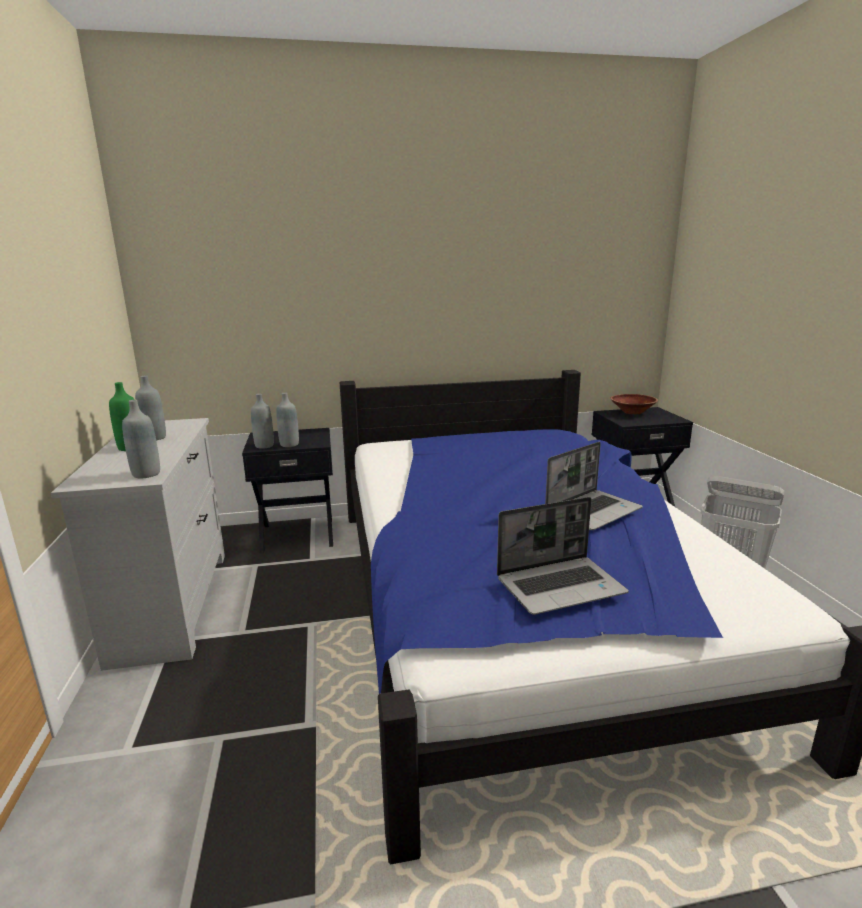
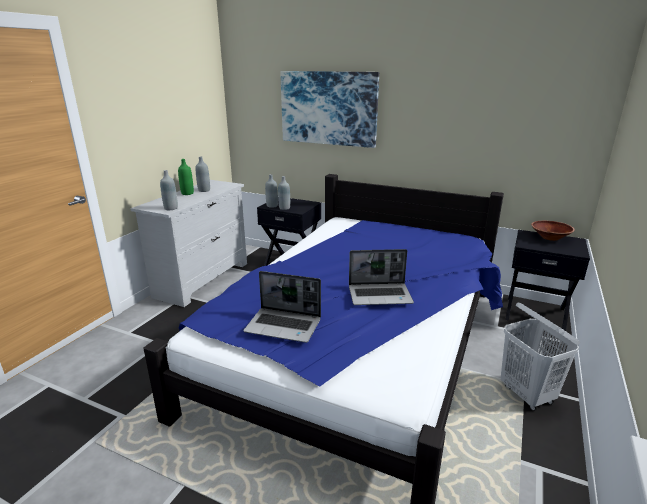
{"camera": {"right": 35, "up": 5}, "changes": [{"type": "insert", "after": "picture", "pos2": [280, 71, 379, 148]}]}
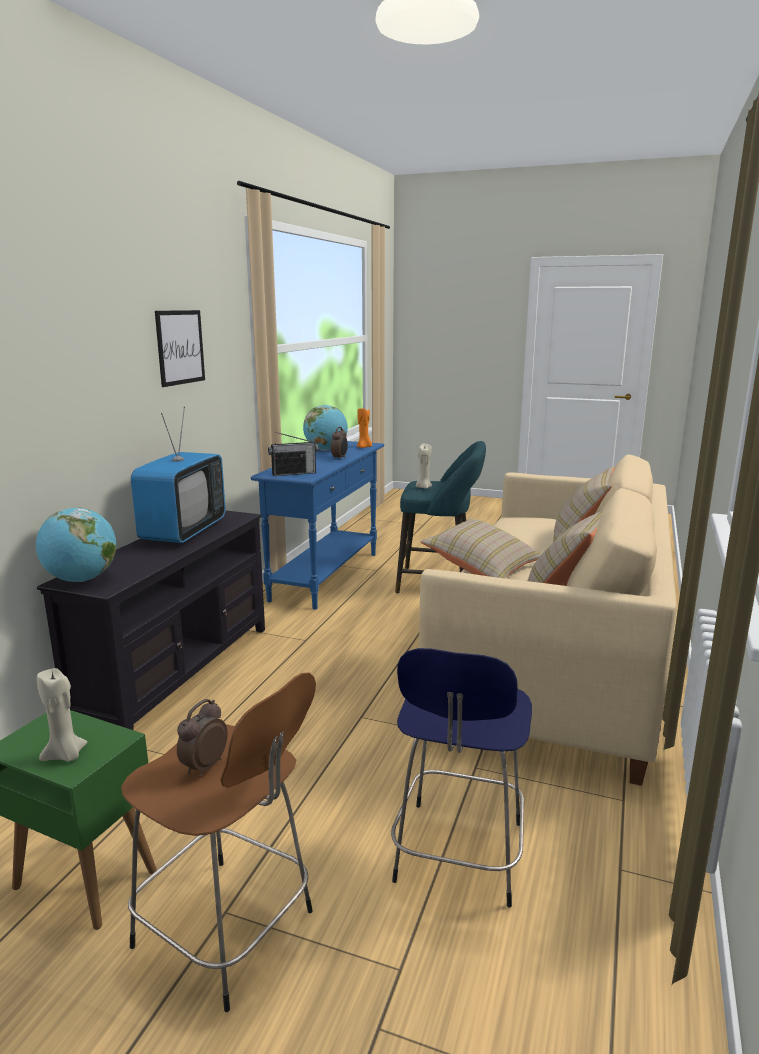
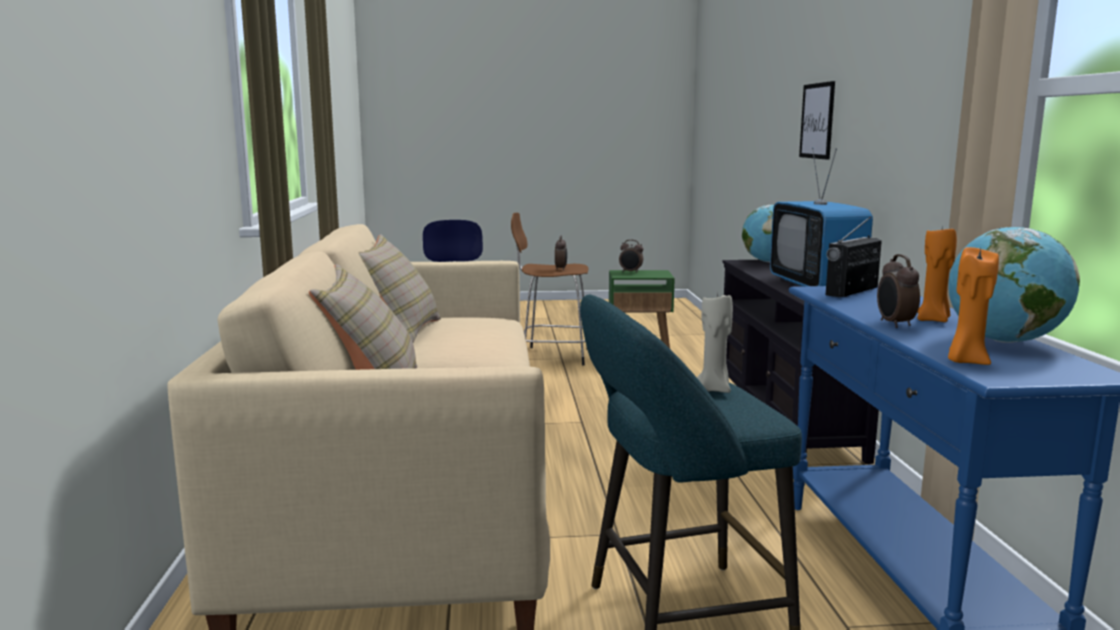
{"camera": {"right": 155, "up": -5}, "changes": [{"type": "replace", "before": "beige_candle", "after": "alarm_clock", "pos1": [37, 668, 87, 761], "pos2": [619, 240, 643, 273]}, {"type": "move", "before": "picture", "pos1": [155, 310, 205, 387], "pos2": [799, 81, 835, 160]}, {"type": "delete", "before": "beige_pillow", "pos1": [420, 518, 542, 579]}, {"type": "insert", "after": "orange_candle", "pos2": [917, 229, 957, 322]}]}
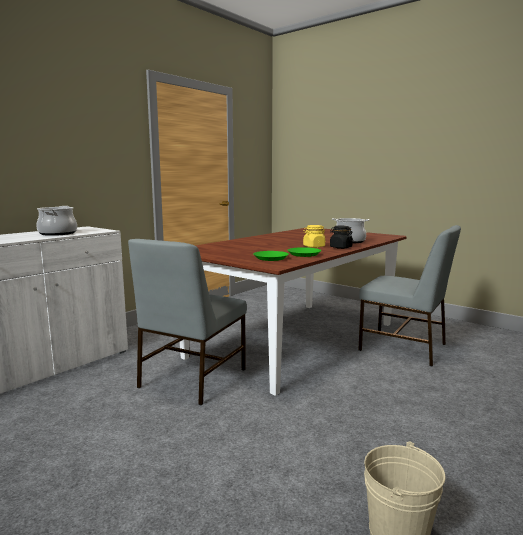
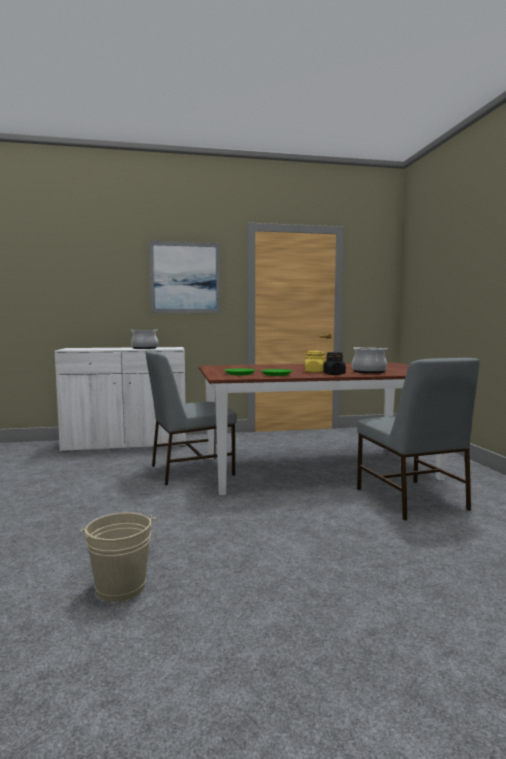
{"camera": {"right": 40, "up": -5}, "changes": [{"type": "insert", "after": "picture", "pos2": [149, 241, 221, 313]}]}
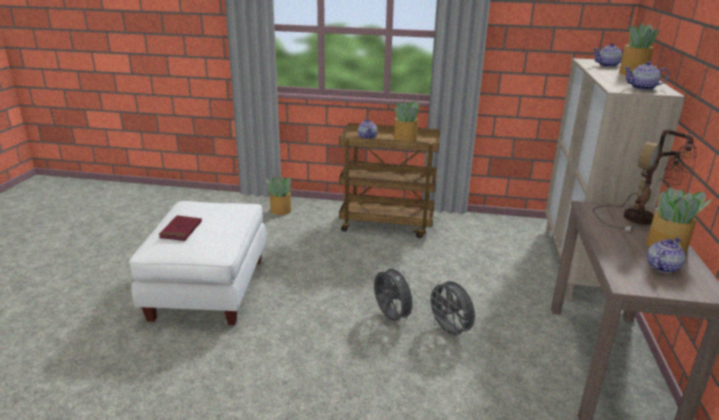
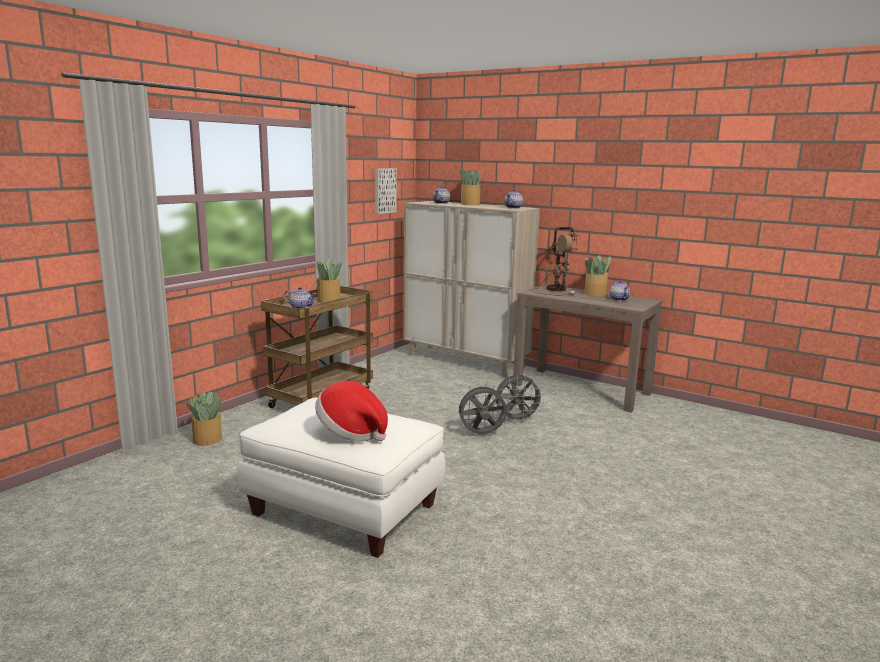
{"camera": {"right": -65, "up": -10}, "changes": [{"type": "replace", "before": "red_book", "after": "hat", "pos1": [159, 215, 202, 241], "pos2": [315, 381, 388, 441]}, {"type": "insert", "after": "picture", "pos2": [375, 168, 397, 214]}]}
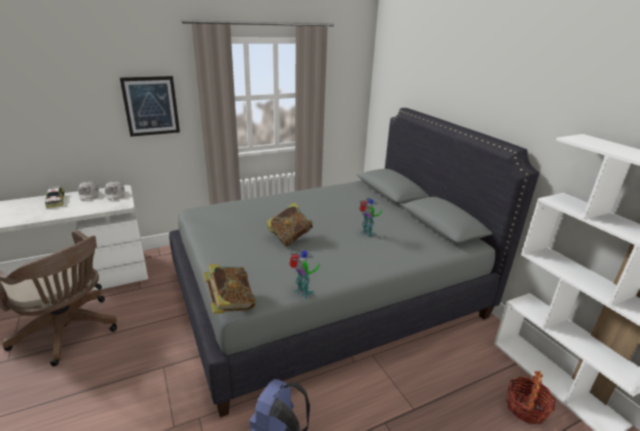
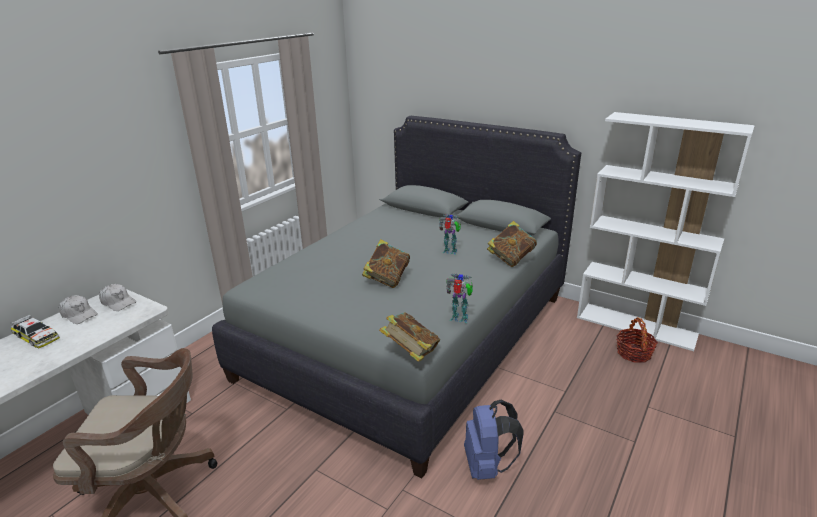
{"camera": {"right": -30, "up": 0}, "changes": [{"type": "delete", "before": "picture", "pos1": [120, 76, 180, 137]}, {"type": "insert", "after": "book", "pos2": [487, 221, 537, 267]}]}
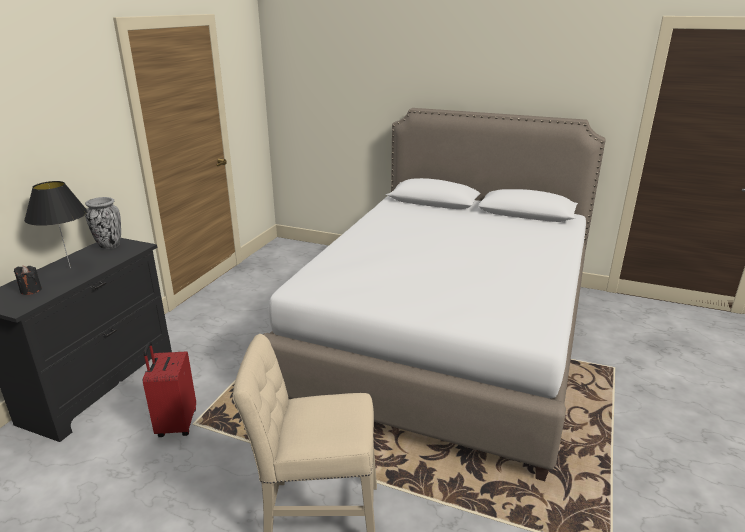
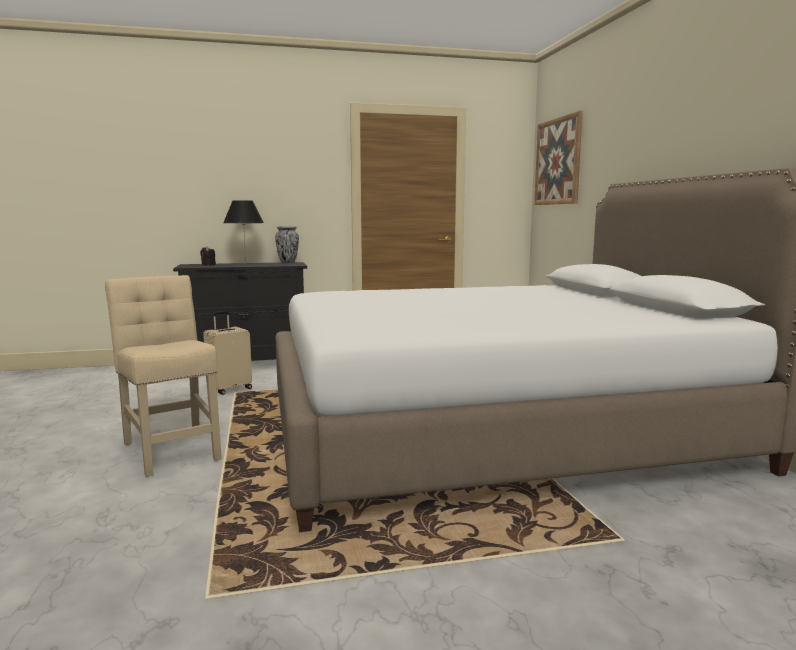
{"camera": {"right": 55, "up": -15}, "changes": [{"type": "recolor", "before": "red_suitcase", "after": "beige_suitcase", "pos1": [143, 342, 196, 437], "pos2": [203, 311, 252, 395]}, {"type": "insert", "after": "picture", "pos2": [534, 111, 583, 205]}]}
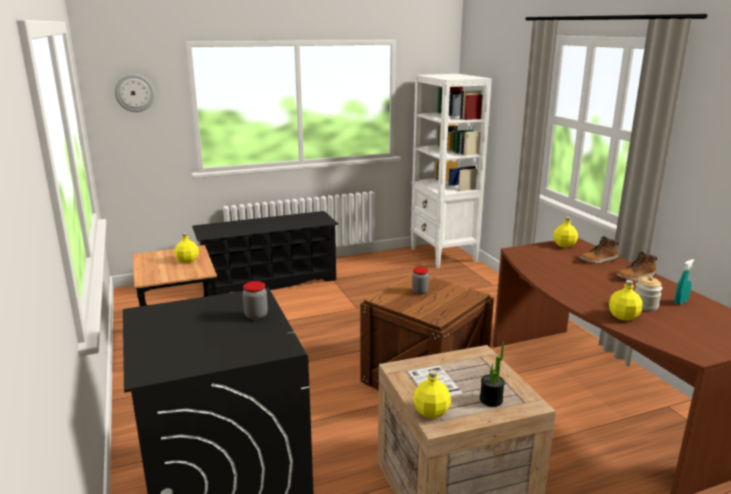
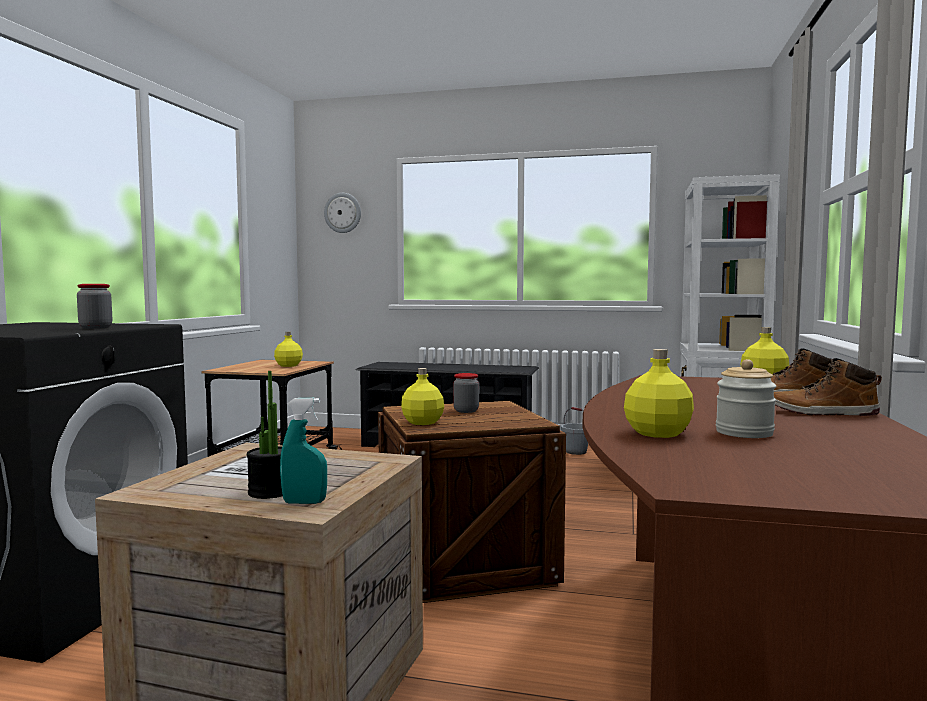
{"camera": {"right": 35, "up": -15}, "changes": [{"type": "move", "before": "yellow_bottle", "pos1": [413, 370, 451, 418], "pos2": [401, 368, 444, 425]}, {"type": "move", "before": "turquoise_spray_bottle", "pos1": [675, 259, 695, 304], "pos2": [280, 398, 327, 504]}, {"type": "insert", "after": "grey_bucket", "pos2": [561, 407, 588, 455]}]}
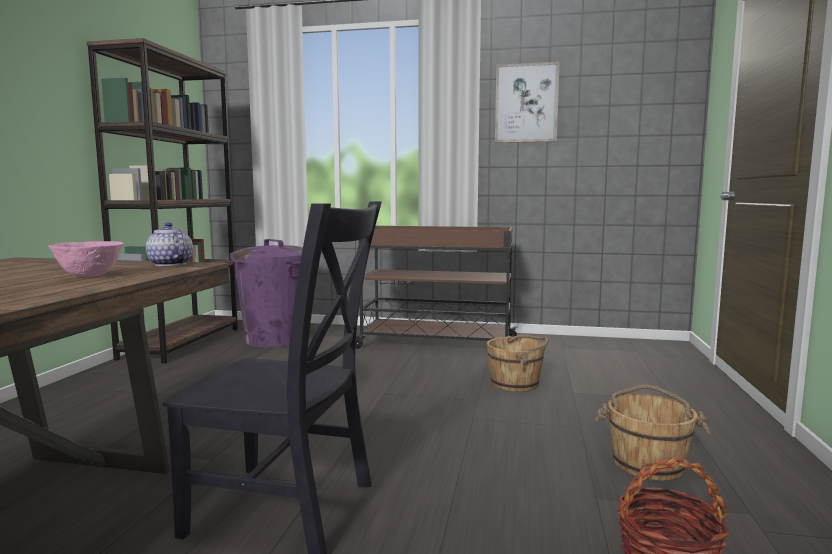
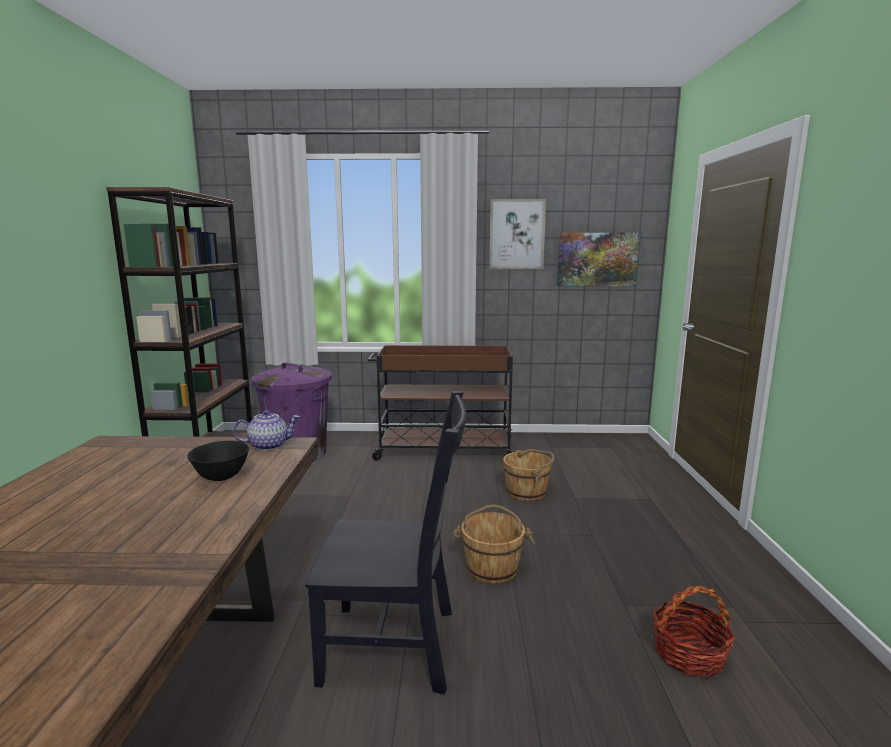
{"camera": {"right": -10, "up": 5}, "changes": [{"type": "recolor", "before": "pink_bowl", "after": "black_bowl", "pos1": [49, 241, 124, 277], "pos2": [187, 441, 249, 481]}, {"type": "rotate", "before": "teapot", "pos1": [146, 222, 193, 266], "pos2": [233, 410, 300, 451], "turn": 120}, {"type": "move", "before": "brown_bucket", "pos1": [595, 385, 711, 481], "pos2": [452, 505, 535, 584]}, {"type": "insert", "after": "picture", "pos2": [557, 233, 640, 286]}]}
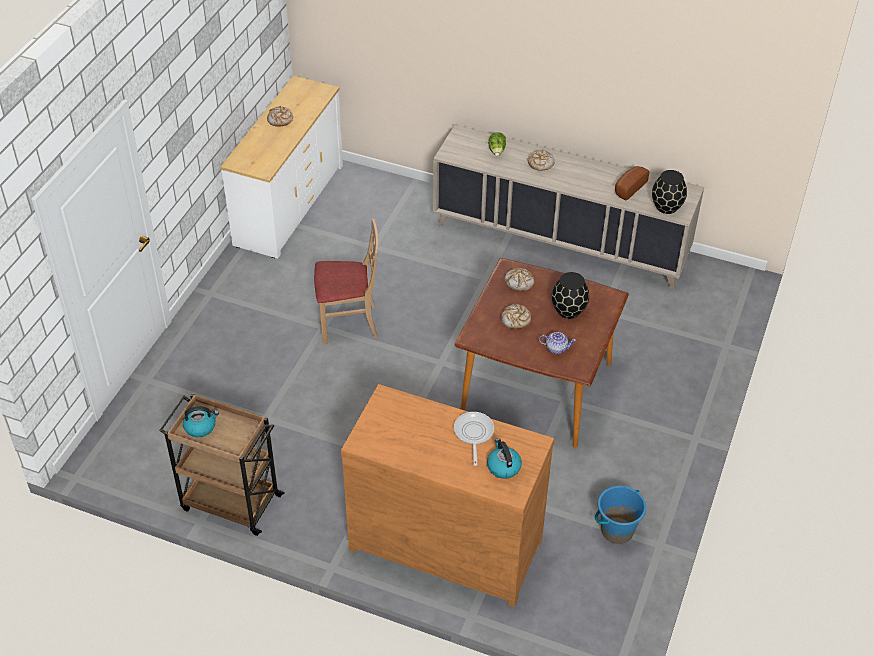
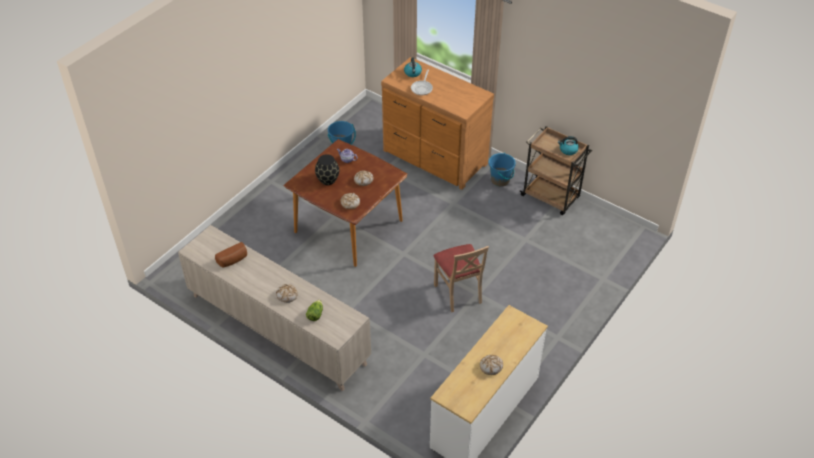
{"camera": {"right": -165, "up": 0}, "changes": [{"type": "rotate", "before": "beige_chair", "pos1": [314, 219, 378, 344], "pos2": [434, 244, 489, 312], "turn": -120}, {"type": "delete", "before": "black_vase", "pos1": [652, 170, 687, 214]}, {"type": "insert", "after": "blue_bucket", "pos2": [488, 153, 516, 186]}]}
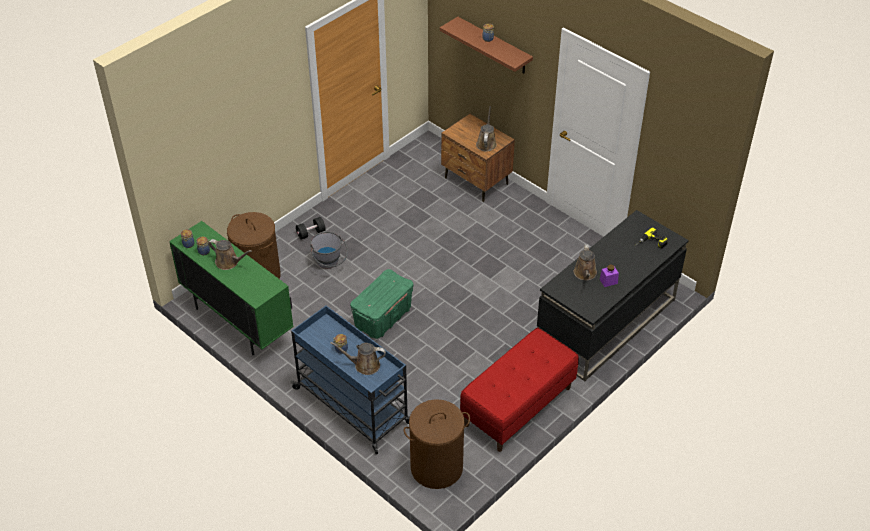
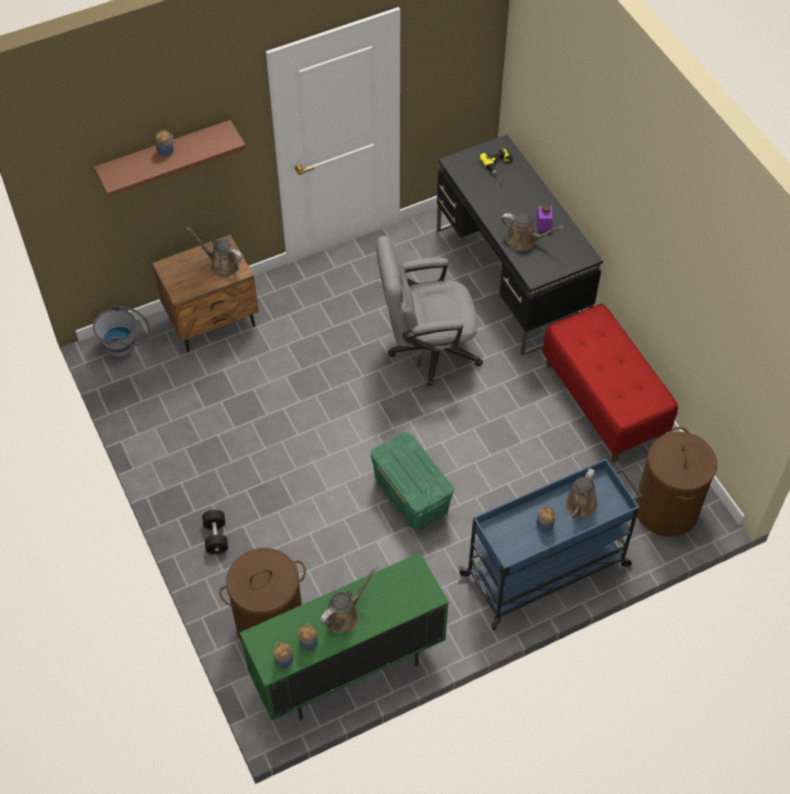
{"camera": {"right": -70, "up": 10}, "changes": [{"type": "move", "before": "grey_bucket", "pos1": [310, 231, 348, 269], "pos2": [93, 305, 150, 357]}, {"type": "insert", "after": "grey_office_chair", "pos2": [376, 236, 483, 386]}]}
